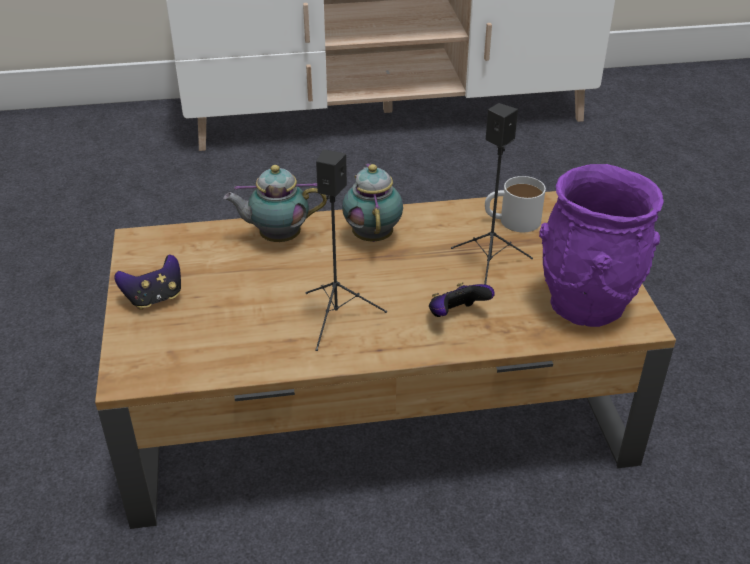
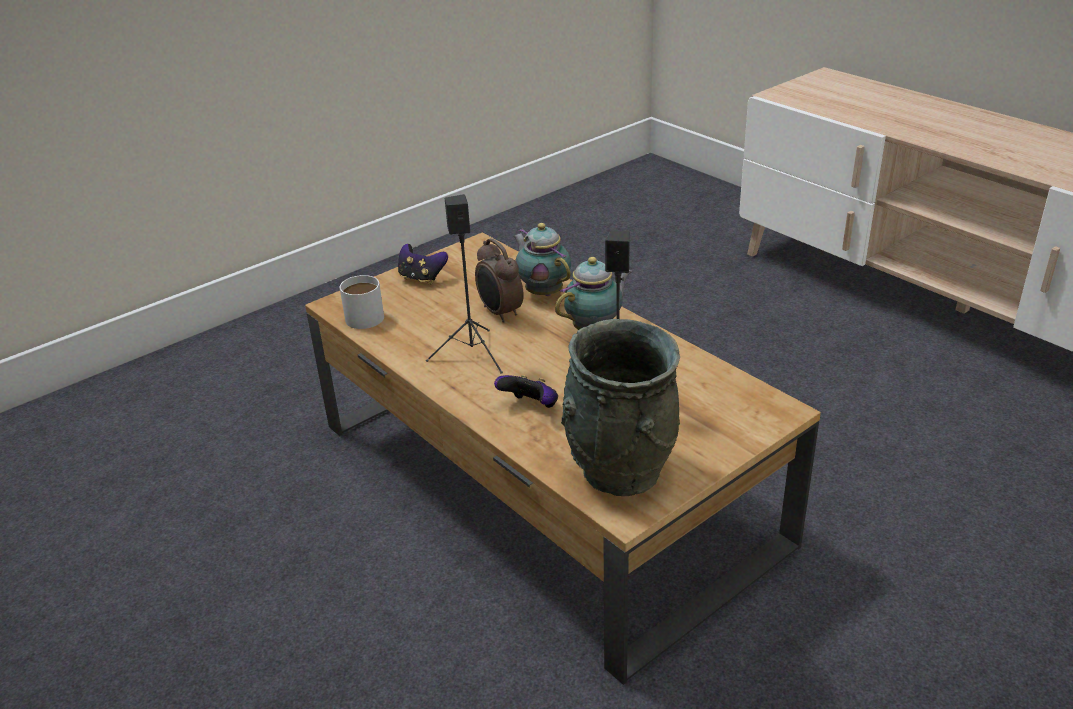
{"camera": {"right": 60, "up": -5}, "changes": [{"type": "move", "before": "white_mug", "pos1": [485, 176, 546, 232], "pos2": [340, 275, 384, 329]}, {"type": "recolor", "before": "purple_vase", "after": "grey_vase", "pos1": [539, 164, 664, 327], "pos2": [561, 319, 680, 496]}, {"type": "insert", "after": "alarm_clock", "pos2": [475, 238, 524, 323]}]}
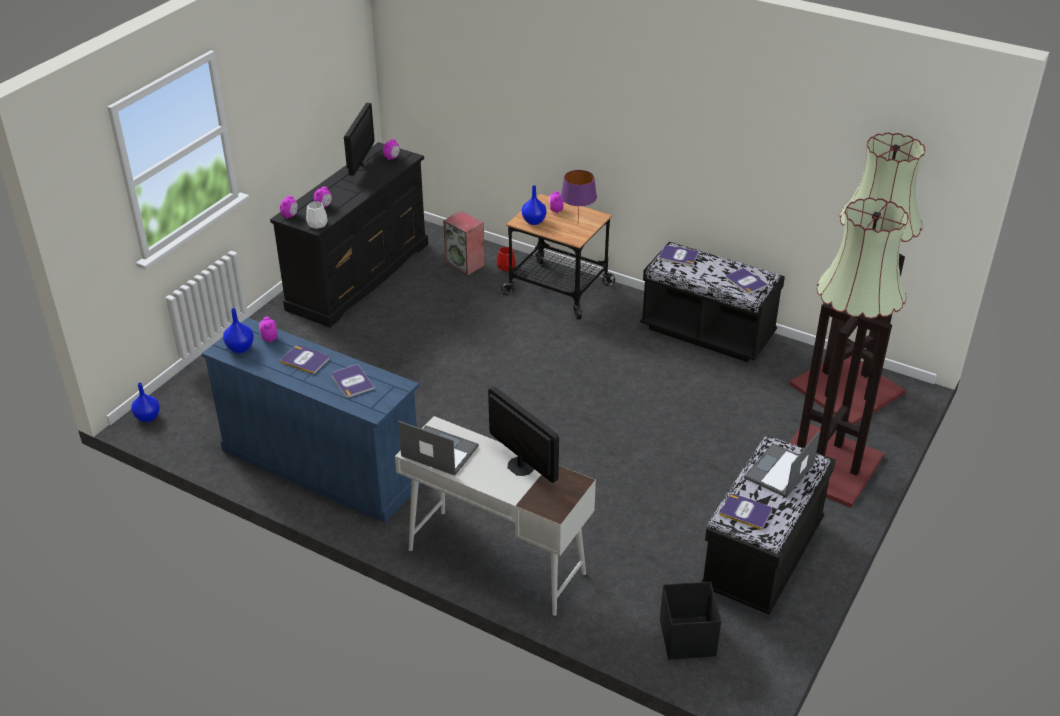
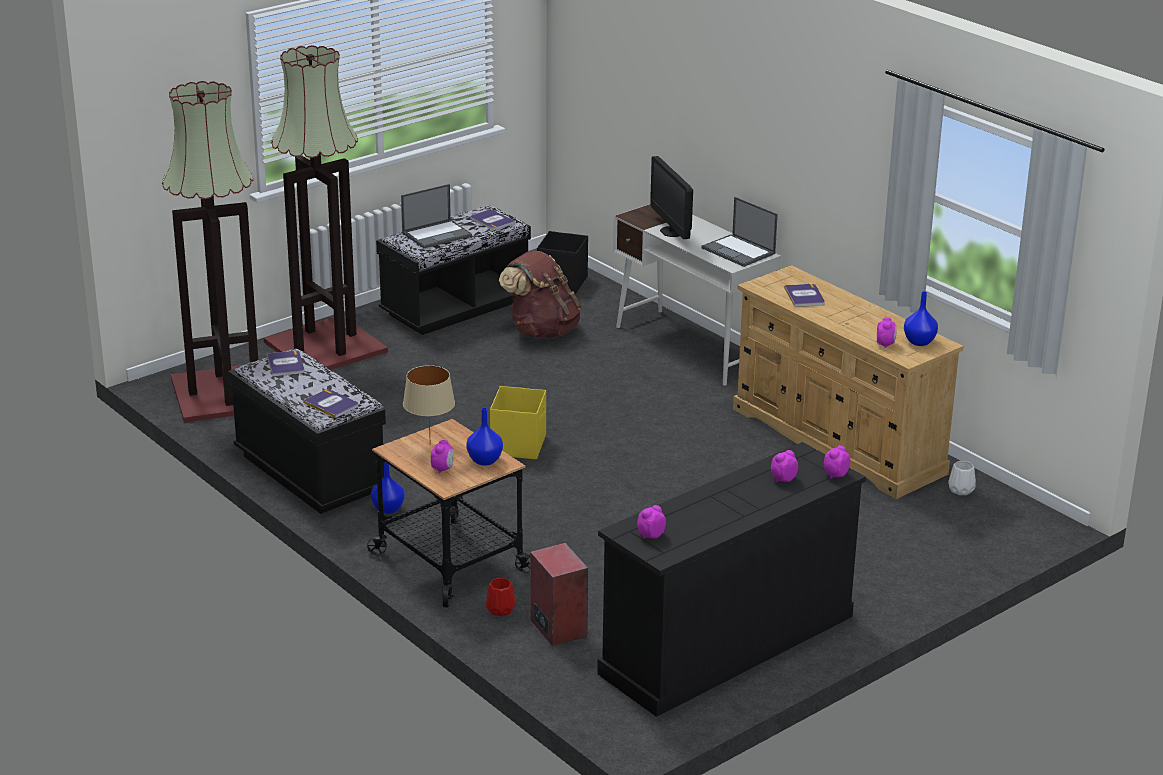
{"camera": {"right": -160, "up": -10}, "changes": [{"type": "move", "before": "blue_vase", "pos1": [131, 382, 160, 422], "pos2": [371, 462, 405, 514]}, {"type": "recolor", "before": "blue_dresser", "after": "beige_dresser", "pos1": [202, 317, 422, 523], "pos2": [733, 265, 963, 499]}, {"type": "delete", "before": "book", "pos1": [280, 345, 330, 374]}, {"type": "move", "before": "white_vase", "pos1": [306, 201, 328, 229], "pos2": [948, 461, 976, 495]}, {"type": "delete", "before": "monitor", "pos1": [344, 103, 374, 176]}, {"type": "recolor", "before": "purple_table_lamp", "after": "beige_table_lamp", "pos1": [560, 170, 597, 214], "pos2": [403, 365, 455, 445]}, {"type": "insert", "after": "yellow_storage_box", "pos2": [490, 386, 546, 459]}, {"type": "insert", "after": "brown_backpack", "pos2": [499, 250, 582, 338]}]}
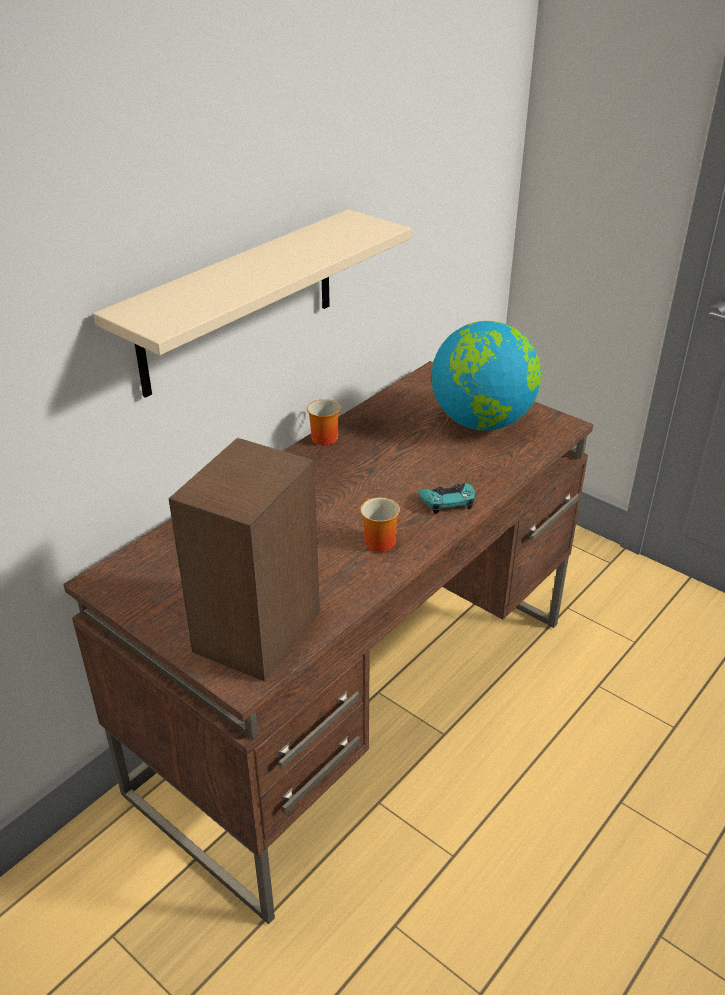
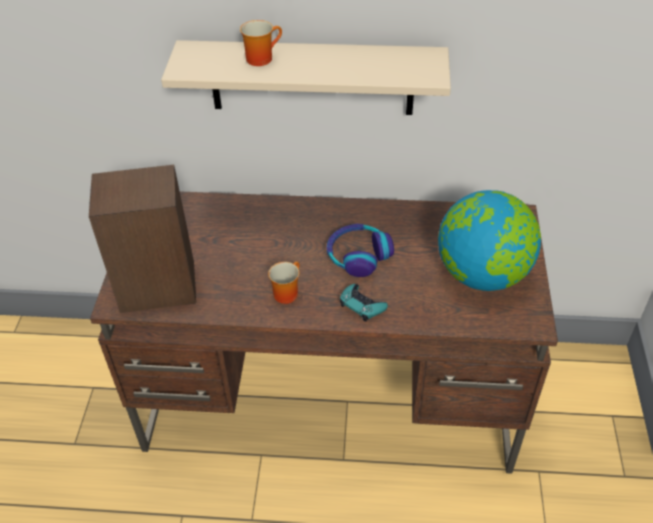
{"camera": {"right": 55, "up": 10}, "changes": [{"type": "move", "before": "mug", "pos1": [307, 399, 341, 445], "pos2": [240, 20, 282, 66]}, {"type": "insert", "after": "headphones", "pos2": [327, 224, 394, 277]}]}
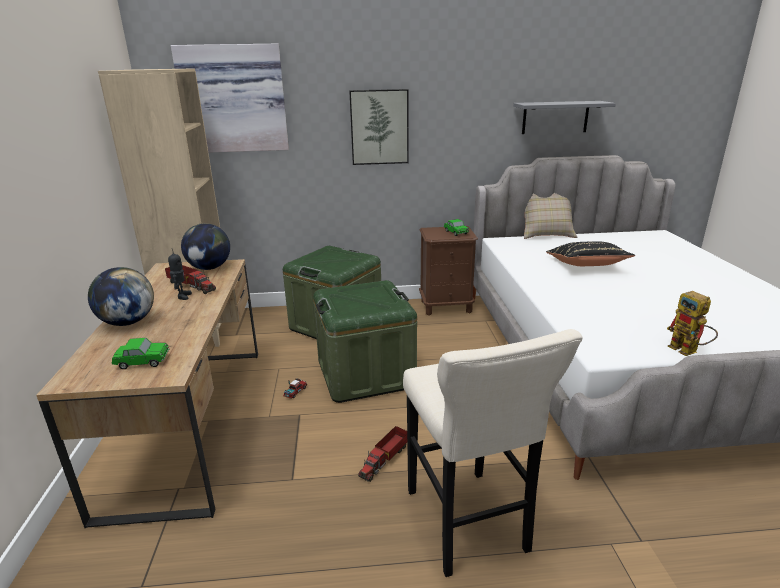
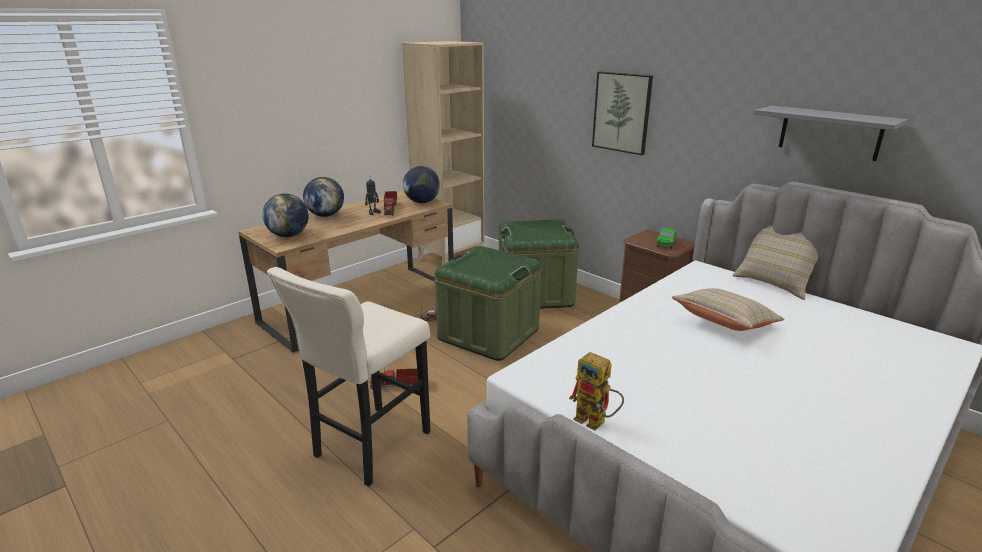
{"camera": {"right": 50, "up": 0}, "changes": [{"type": "replace", "before": "toy_car", "after": "globe", "pos1": [112, 338, 169, 369], "pos2": [262, 194, 309, 237]}, {"type": "delete", "before": "picture", "pos1": [171, 44, 289, 153]}, {"type": "recolor", "before": "black_pillow", "after": "beige_pillow", "pos1": [546, 241, 635, 266], "pos2": [672, 288, 784, 331]}, {"type": "rotate", "before": "toy_robot", "pos1": [667, 291, 718, 356], "pos2": [569, 352, 624, 431], "turn": -75}]}
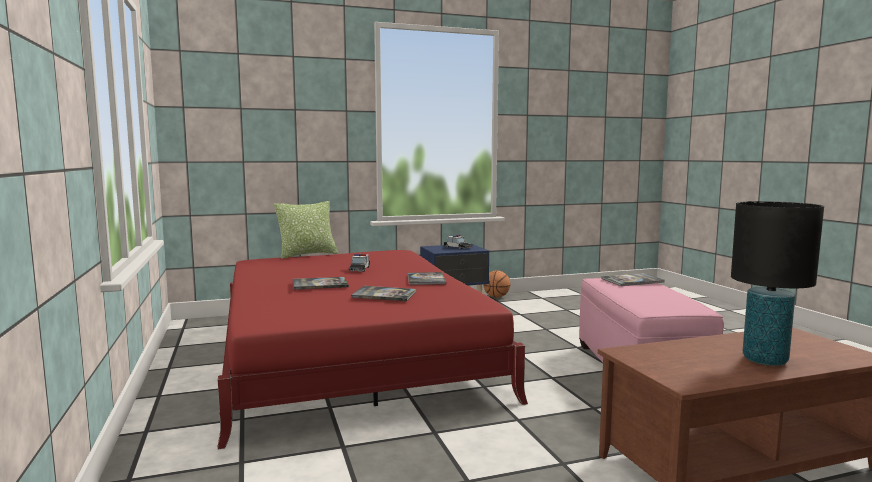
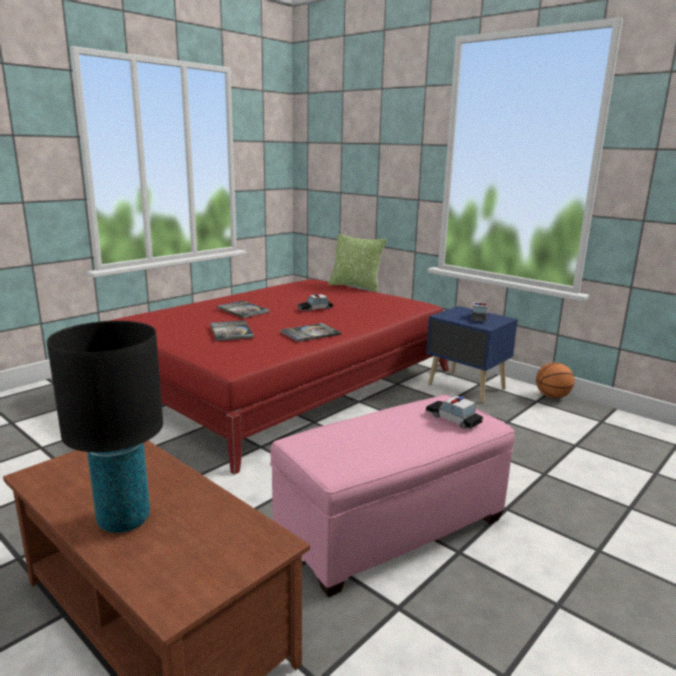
{"camera": {"right": 60, "up": 10}, "changes": [{"type": "replace", "before": "book", "after": "toy_car", "pos1": [601, 273, 665, 286], "pos2": [425, 396, 483, 429]}]}
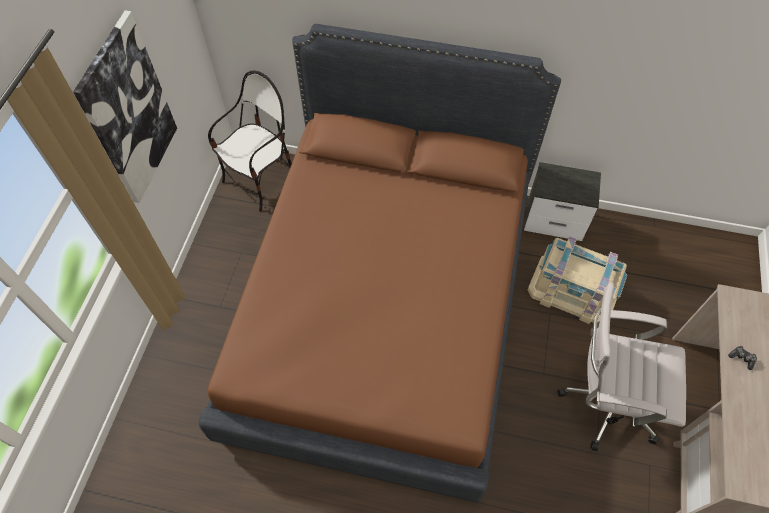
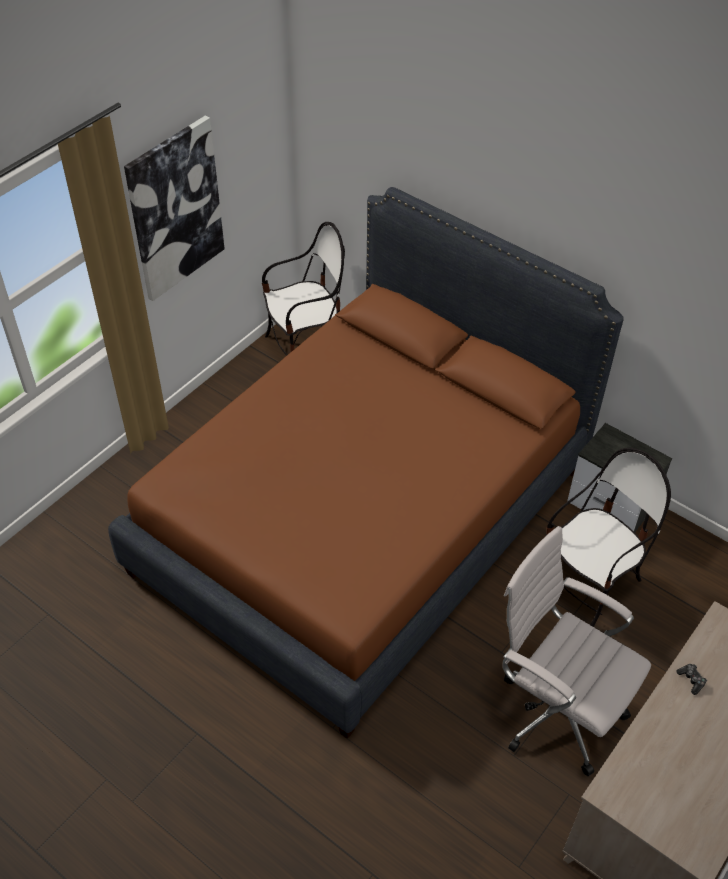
{"camera": {"right": 25, "up": -10}, "changes": [{"type": "replace", "before": "beige_storage_box", "after": "chair", "pos1": [528, 236, 627, 324], "pos2": [545, 448, 671, 627]}]}
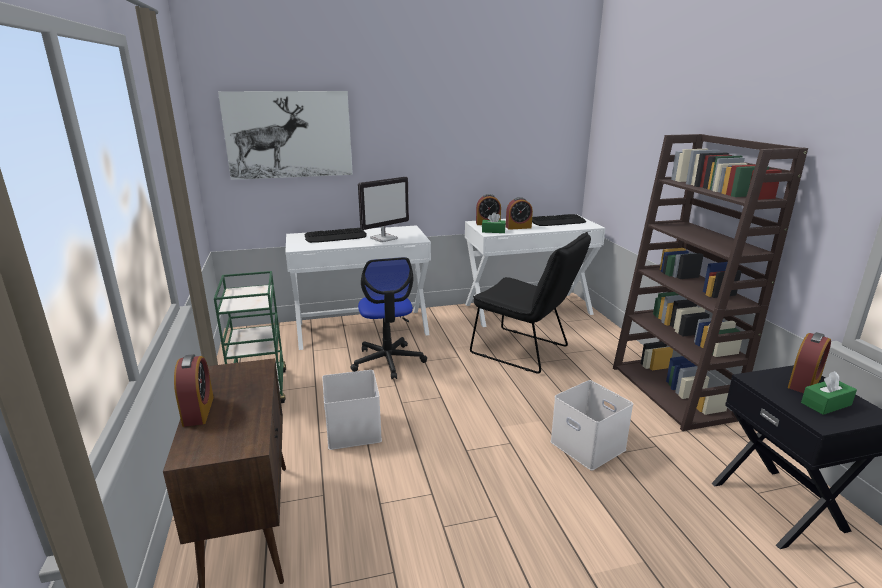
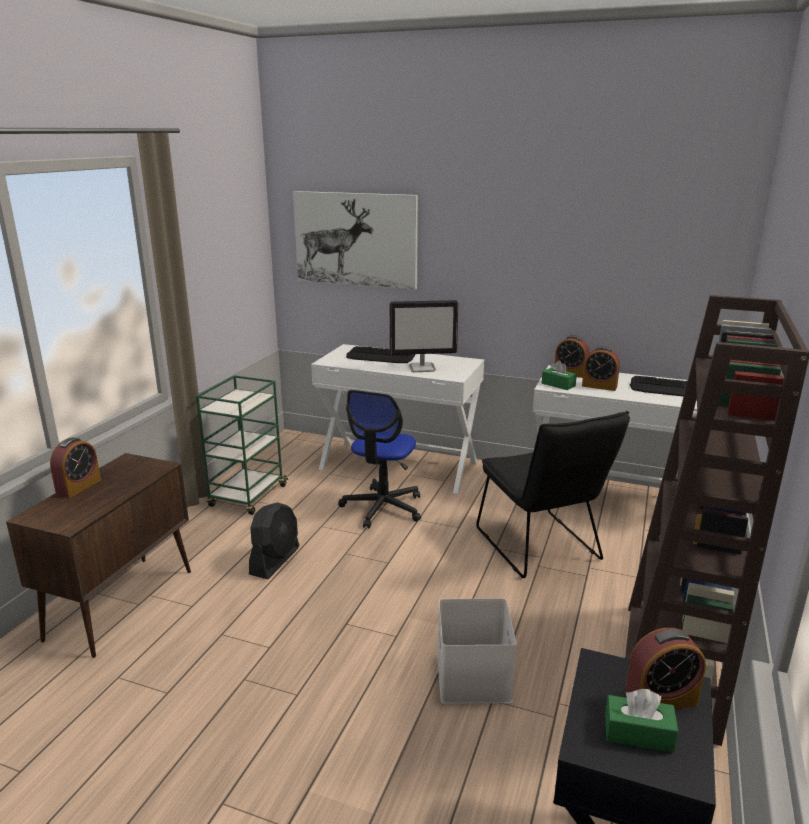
{"camera": {"right": 35, "up": 0}, "changes": [{"type": "replace", "before": "white_storage_box", "after": "black_fan", "pos1": [322, 370, 382, 450], "pos2": [249, 502, 299, 579]}]}
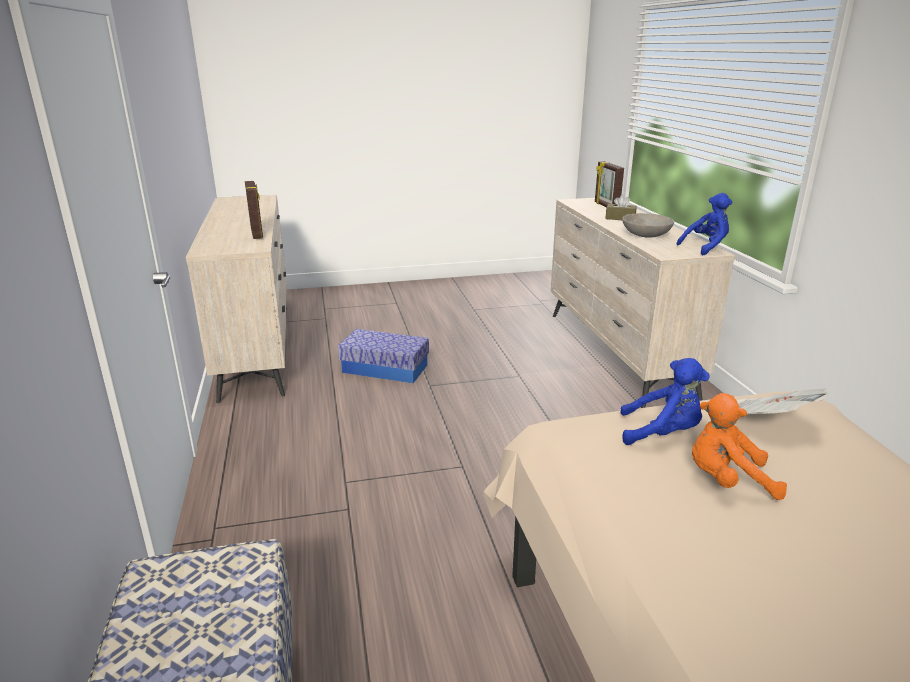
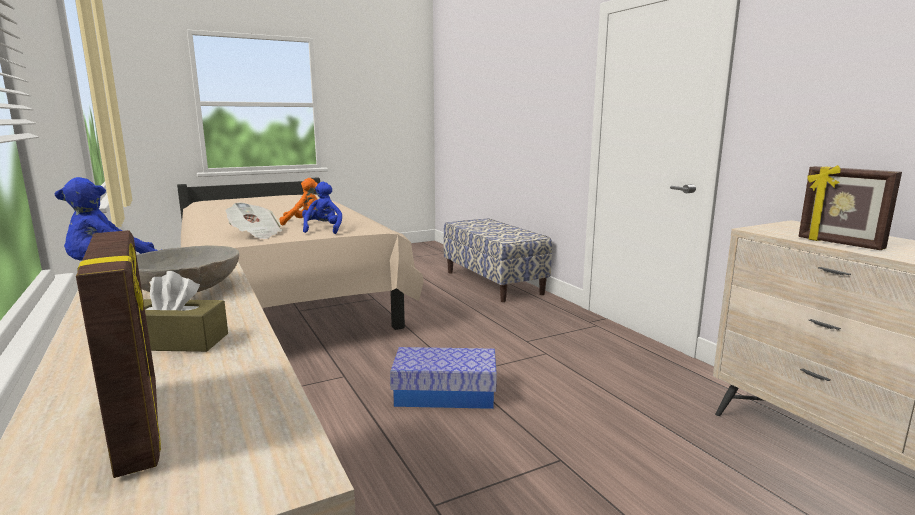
{"camera": {"right": 165, "up": -10}, "changes": [{"type": "move", "before": "storage_box", "pos1": [338, 329, 429, 383], "pos2": [390, 347, 497, 409]}, {"type": "rotate", "before": "blue_plush_toy", "pos1": [620, 358, 710, 445], "pos2": [302, 182, 342, 234], "turn": 90}]}
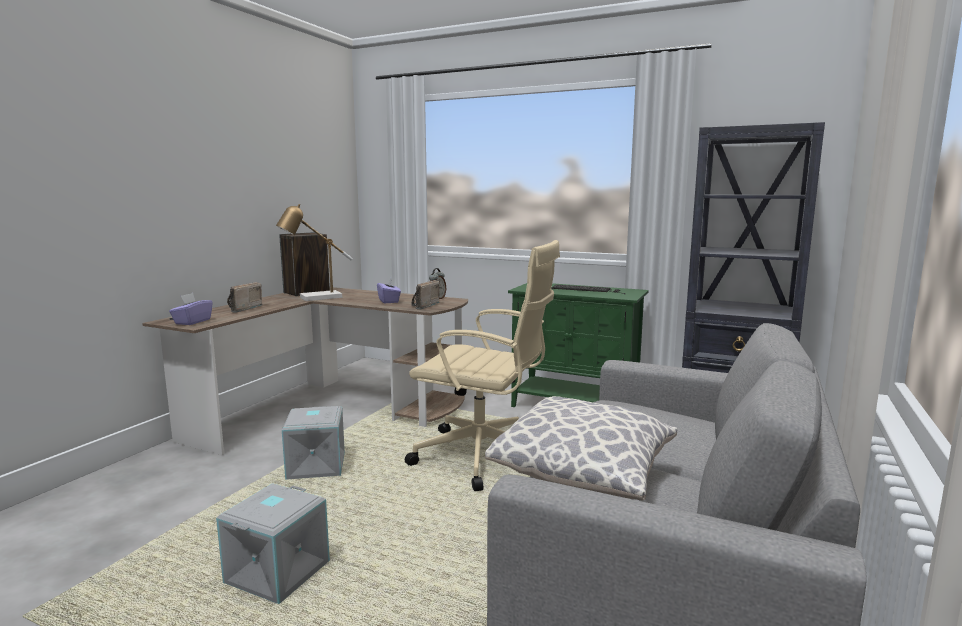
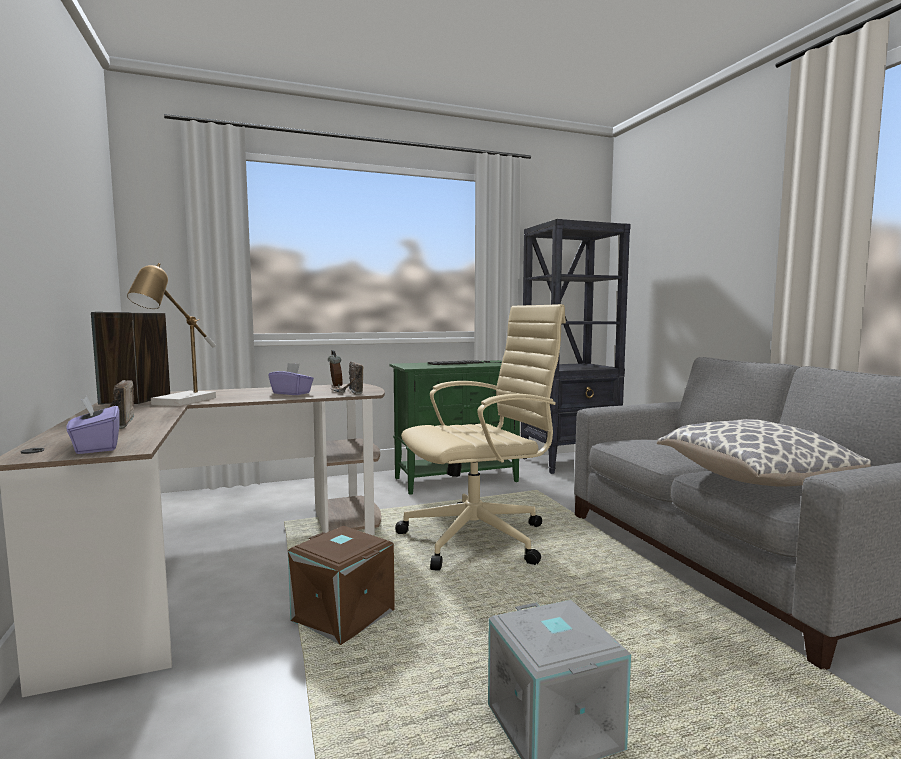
{"camera": {"right": -45, "up": -5}, "changes": [{"type": "recolor", "before": "grey_storage_box", "after": "brown_storage_box", "pos1": [282, 406, 345, 480], "pos2": [288, 526, 395, 645]}]}
